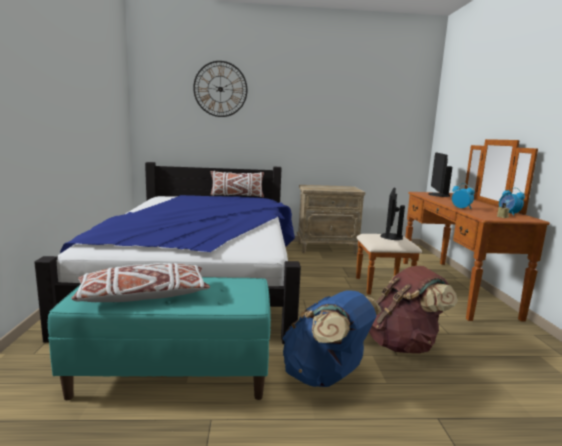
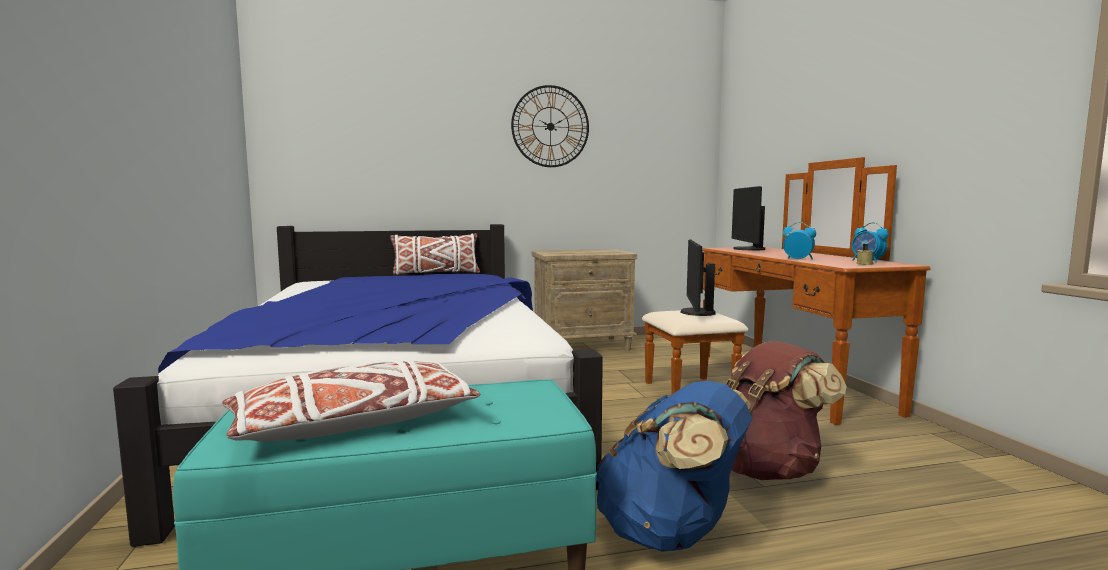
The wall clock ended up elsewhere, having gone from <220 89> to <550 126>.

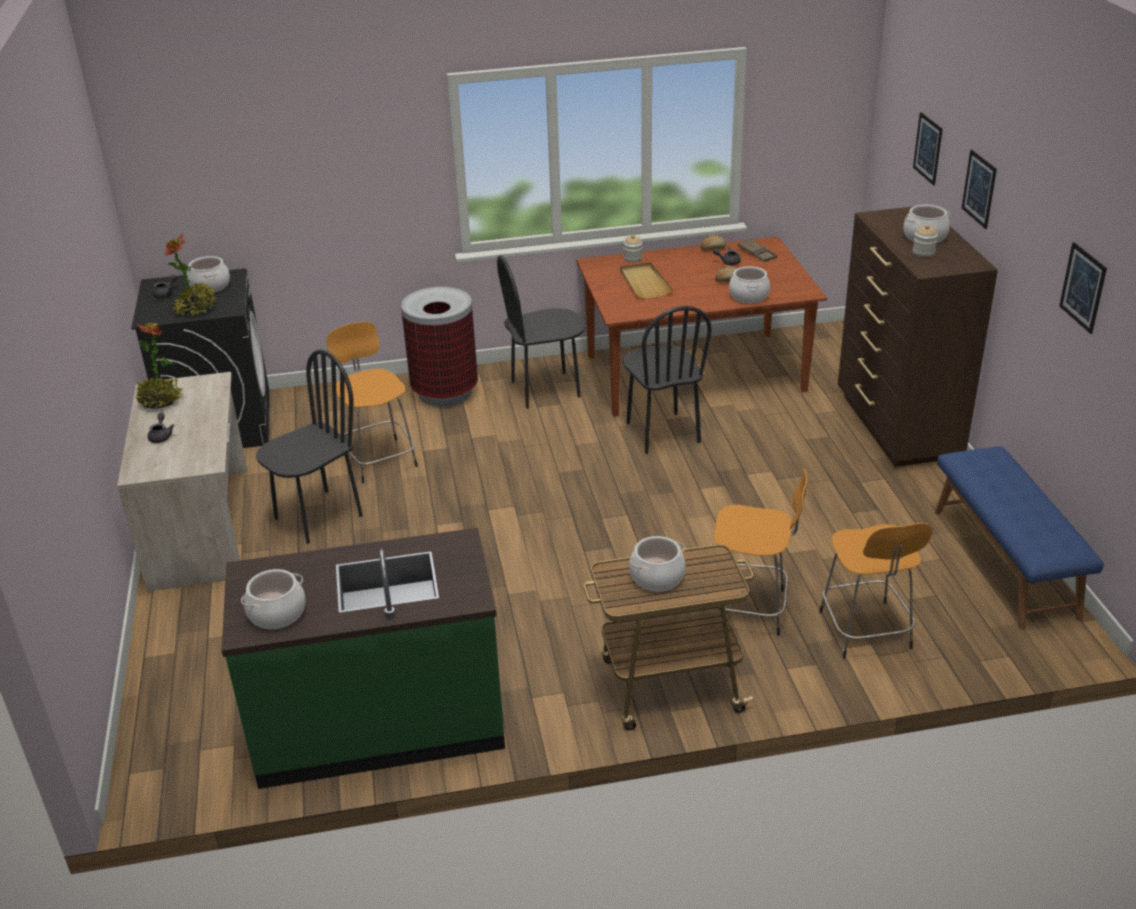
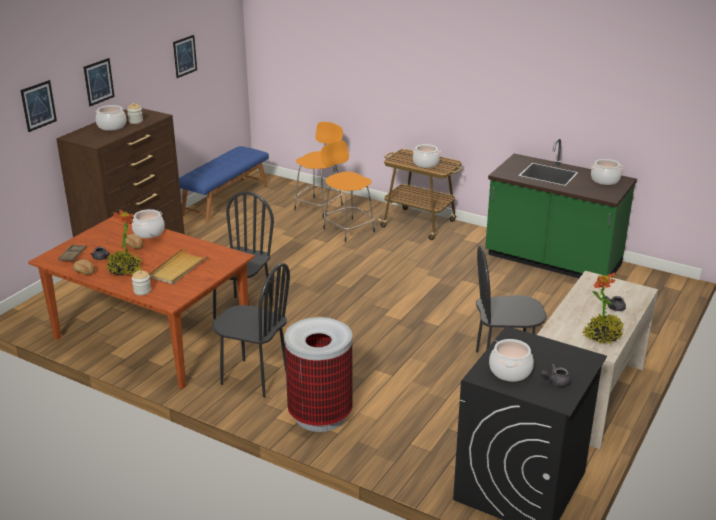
The potted plant ended up elsewhere, having gone from <196 308> to <124 270>.
The second view lost the orange stool at <378 459>.

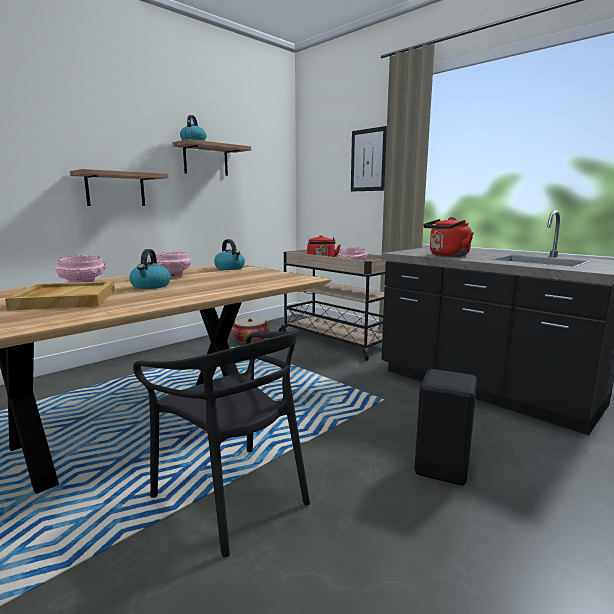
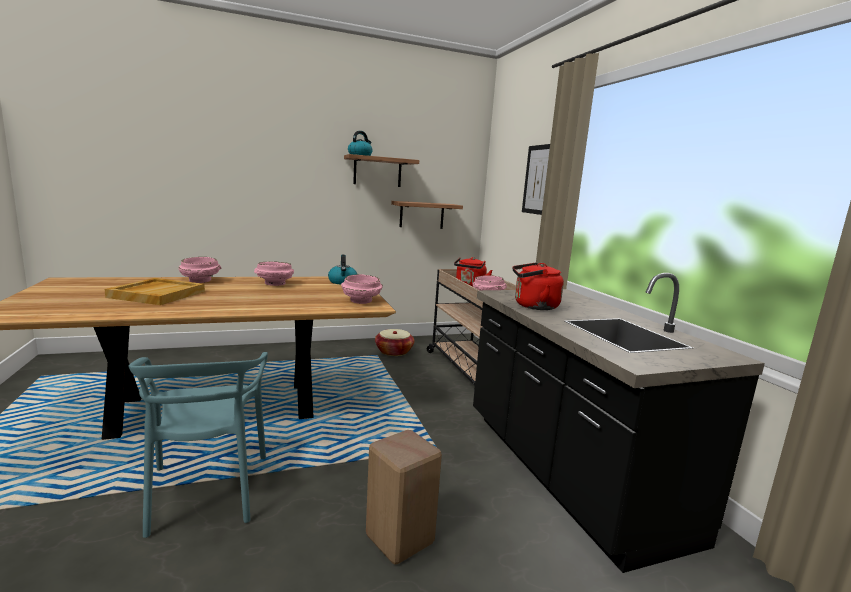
What was the black chair at <232 496> turned into the turquoise chair at <206 491>.
The second view gained the pink bowl at <361 301>.
What was the black stool at <443 469> turned into the beige stool at <399 541>.
The shelf ended up elsewhere, having gone from <115 189> to <421 215>.
The second view lost the kettle at <151 286>.

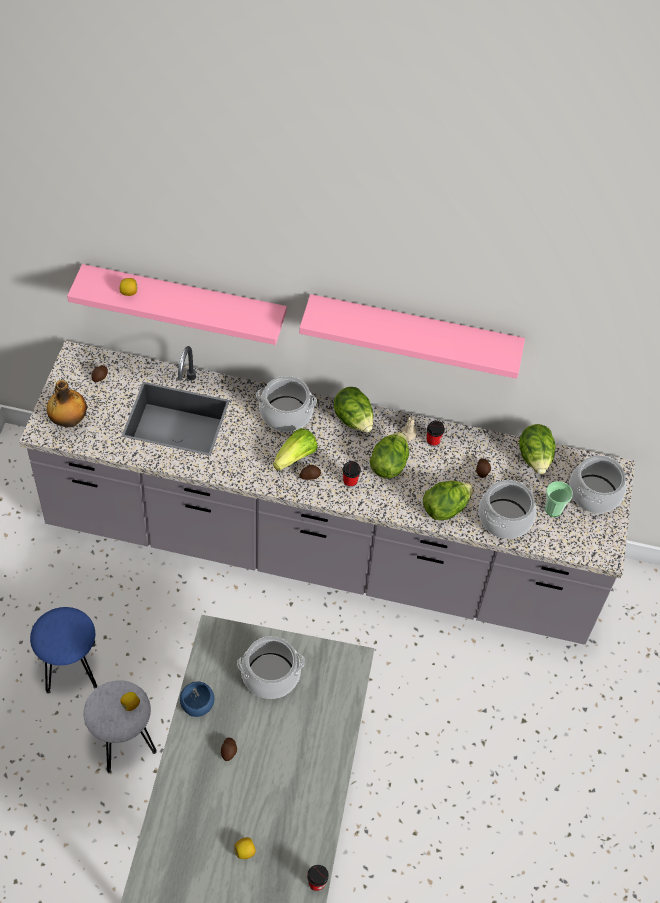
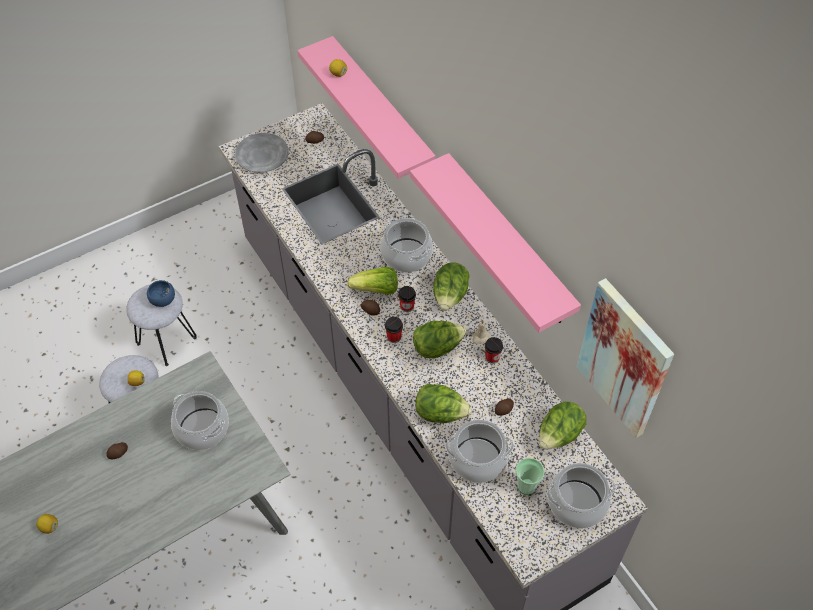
What was the blue stool at <71 668> turned into the grey stool at <166 341>.
The blue bowl ended up elsewhere, having gone from <196 705> to <162 299>.
Where the bottle stood at <69 421>, the grey plate came to stand at <262 155>.
The cup ended up elsewhere, having gone from <316 883> to <407 306>.
The second view gained the picture at <625 358>.

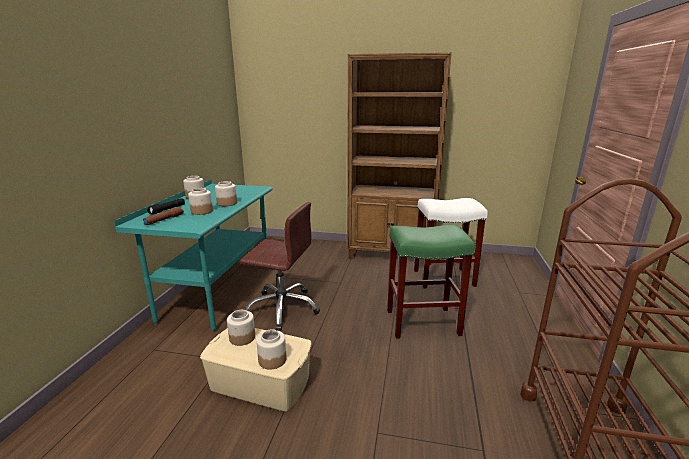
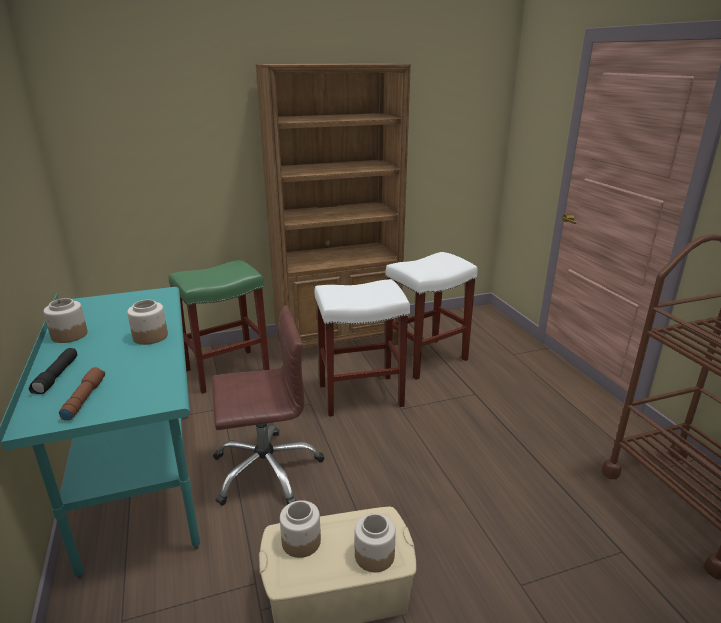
The green stool ended up elsewhere, having gone from <423 322> to <227 370>.
The second view gained the white stool at <359 396>.
The second view lost the jar at <201 211>.

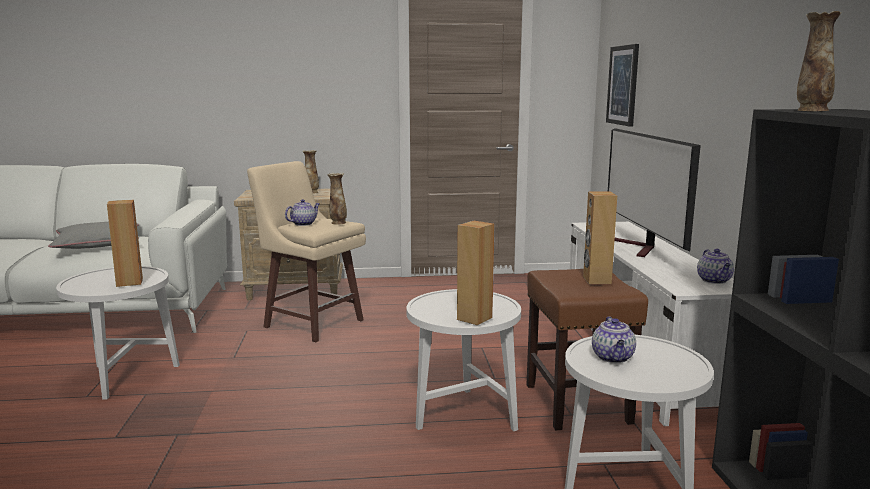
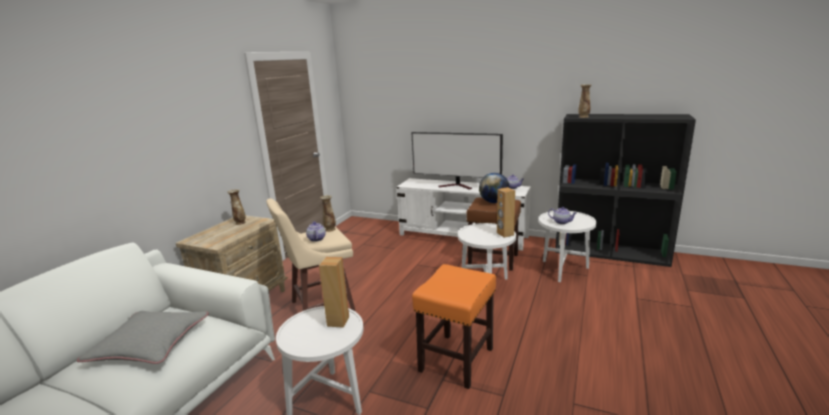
The second view gained the orange stool at <456 359>.
Where the brown speaker stood at <596 280>, the globe came to stand at <494 202>.
The second view lost the picture at <623 85>.

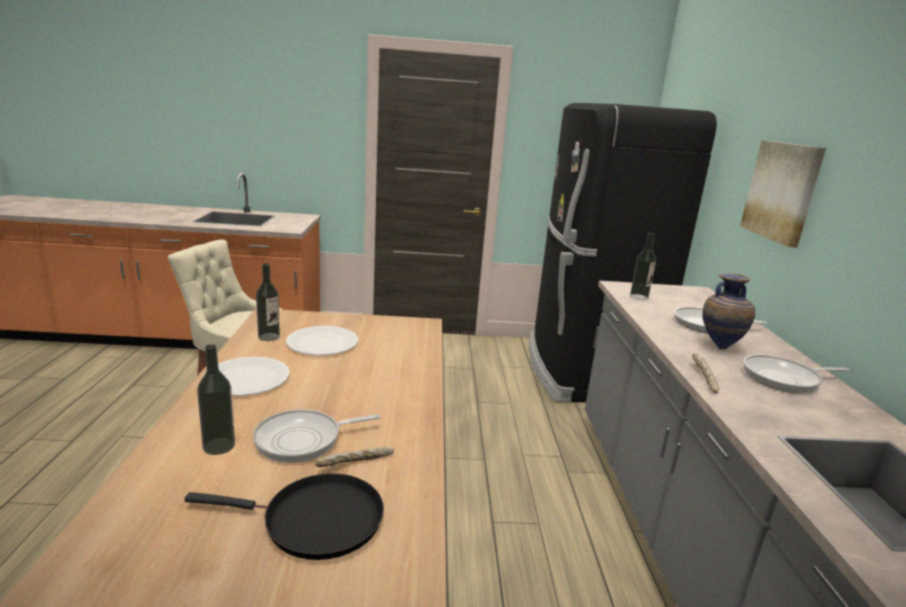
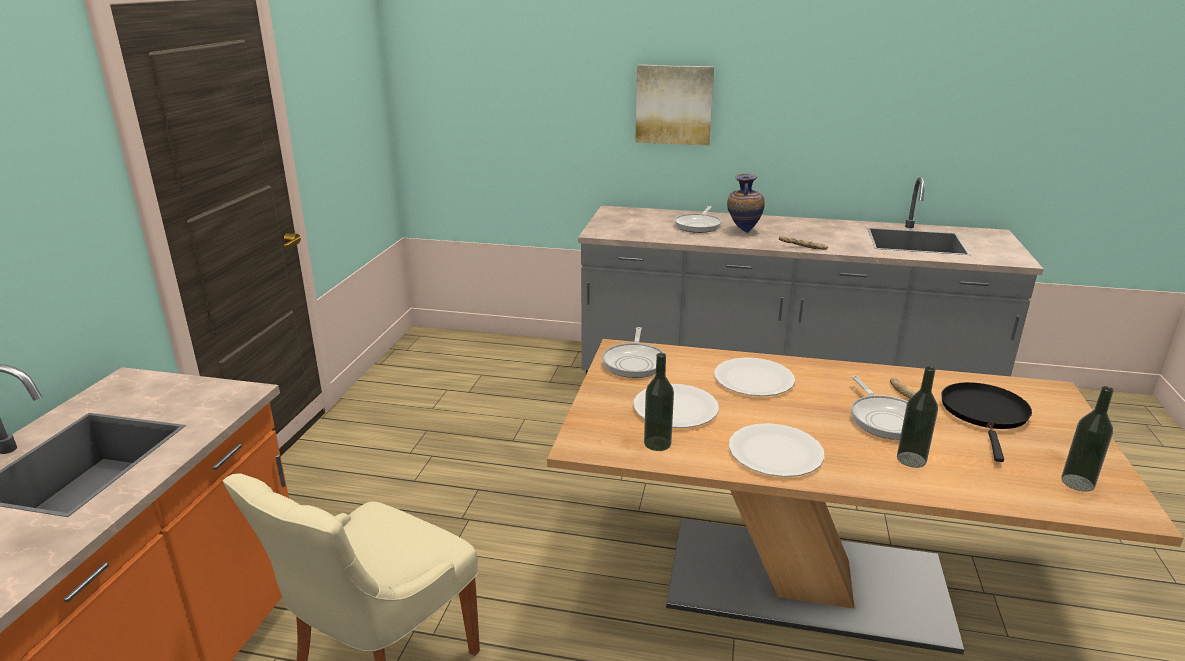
The frying pan ended up elsewhere, having gone from <784 378> to <634 362>.
The second view gained the white plate at <754 379>.
The bottle ended up elsewhere, having gone from <639 297> to <1077 482>.
The second view lost the black fridge at <583 370>.

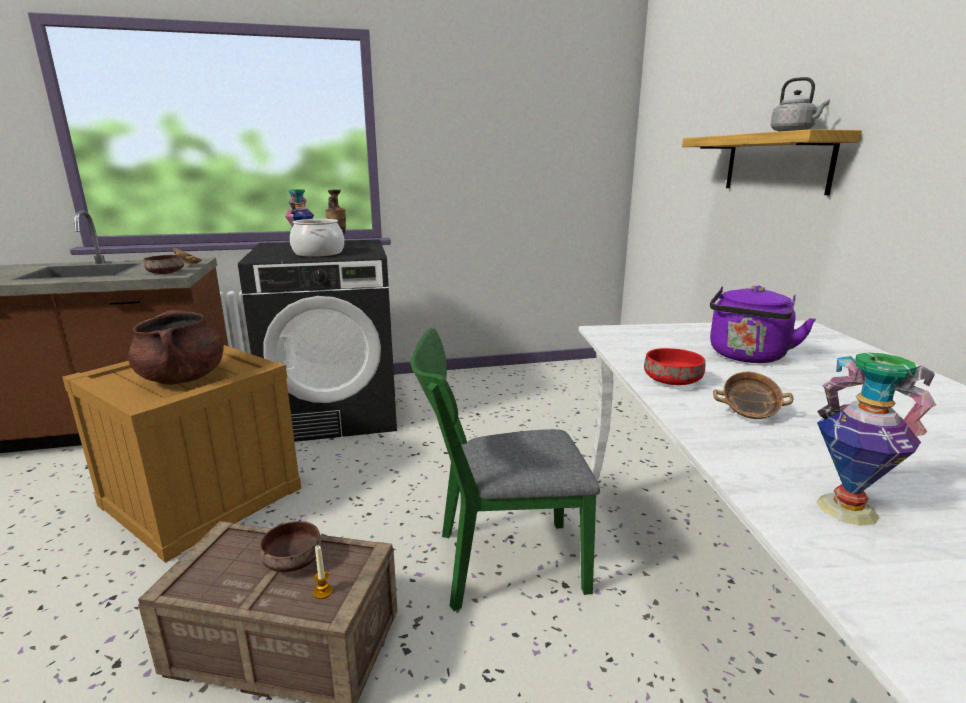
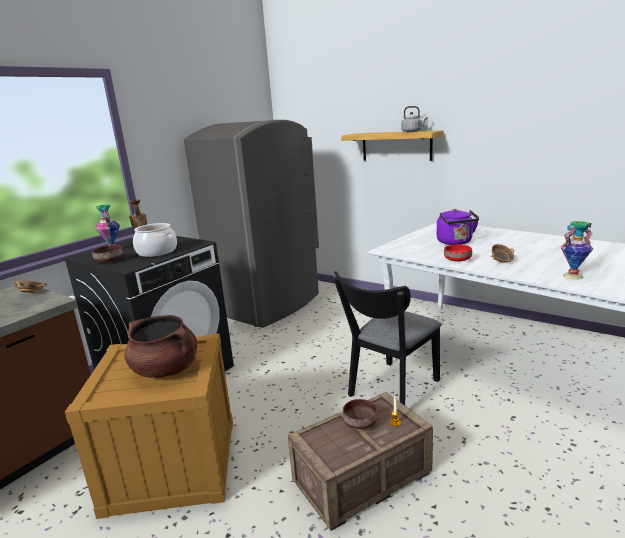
The brown bowl ended up elsewhere, having gone from <164 273> to <109 261>.
The second view gained the grey fridge at <268 305>.
What was the green chair at <498 563> turned into the black chair at <390 391>.

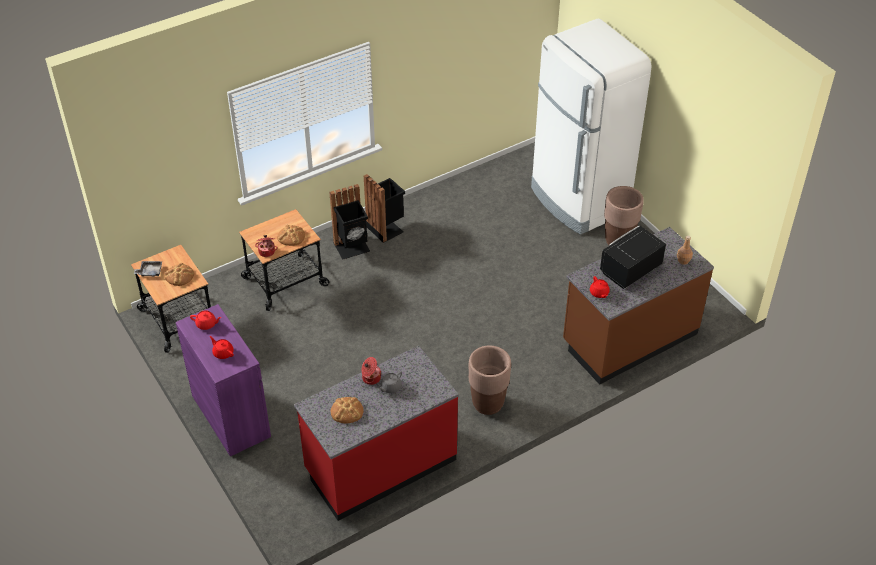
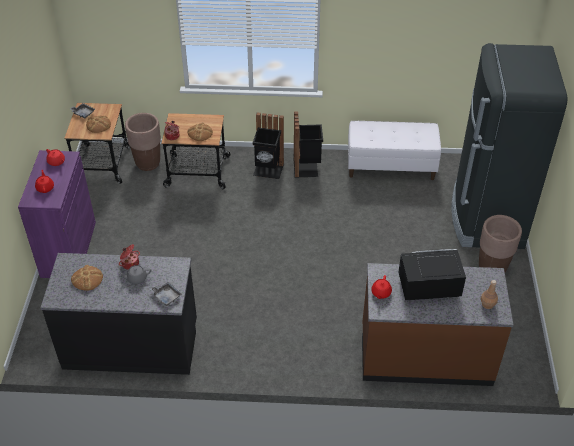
What was the red counter at <380 465> turned into the black counter at <131 345>.
The brown planter ended up elsewhere, having gone from <488 403> to <148 163>.
The second view gained the grey tray at <166 296>.
The second view gained the white bench at <391 166>.
What was the white fridge at <578 201> turned into the black fridge at <486 218>.

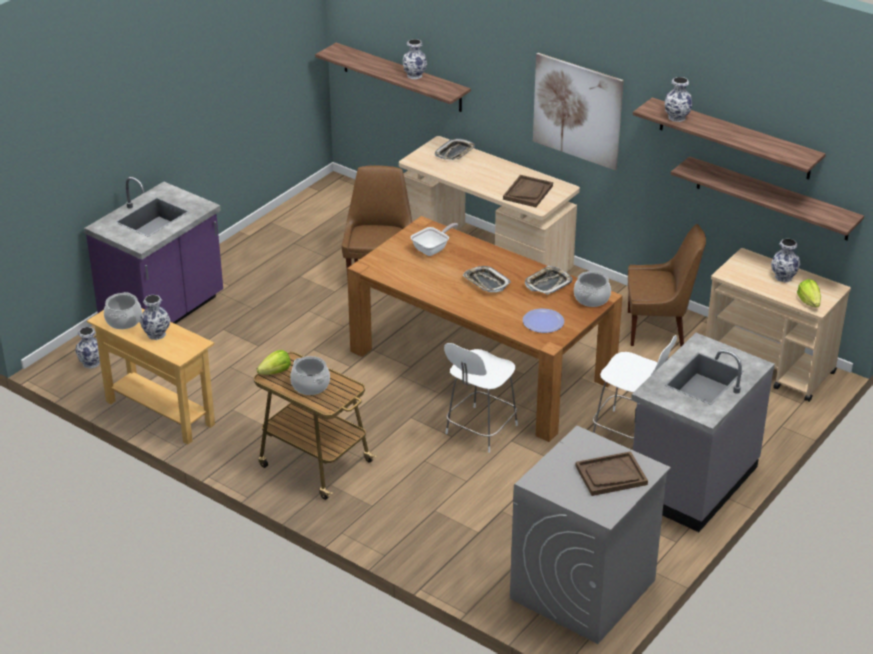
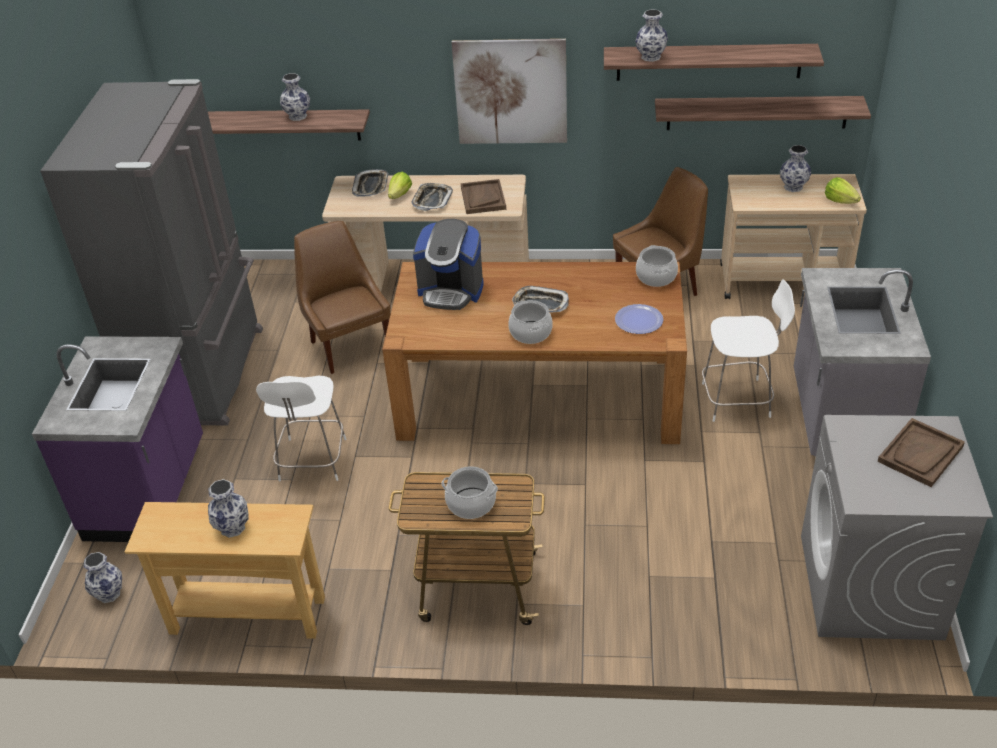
The second view gained the grey fridge at <204 374>.
The white stool ended up elsewhere, having gone from <480 430> to <312 462>.
The lettuce ended up elsewhere, having gone from <275 372> to <400 195>.
The tray ended up elsewhere, having gone from <548 283> to <432 200>.
Where the frying pan stood at <433 249>, the coffee machine came to stand at <451 291>.
The cooking pot ended up elsewhere, having gone from <124 320> to <531 332>.

